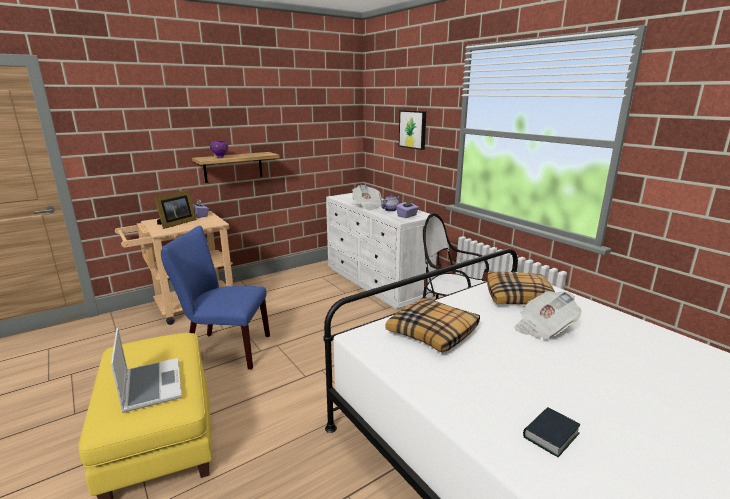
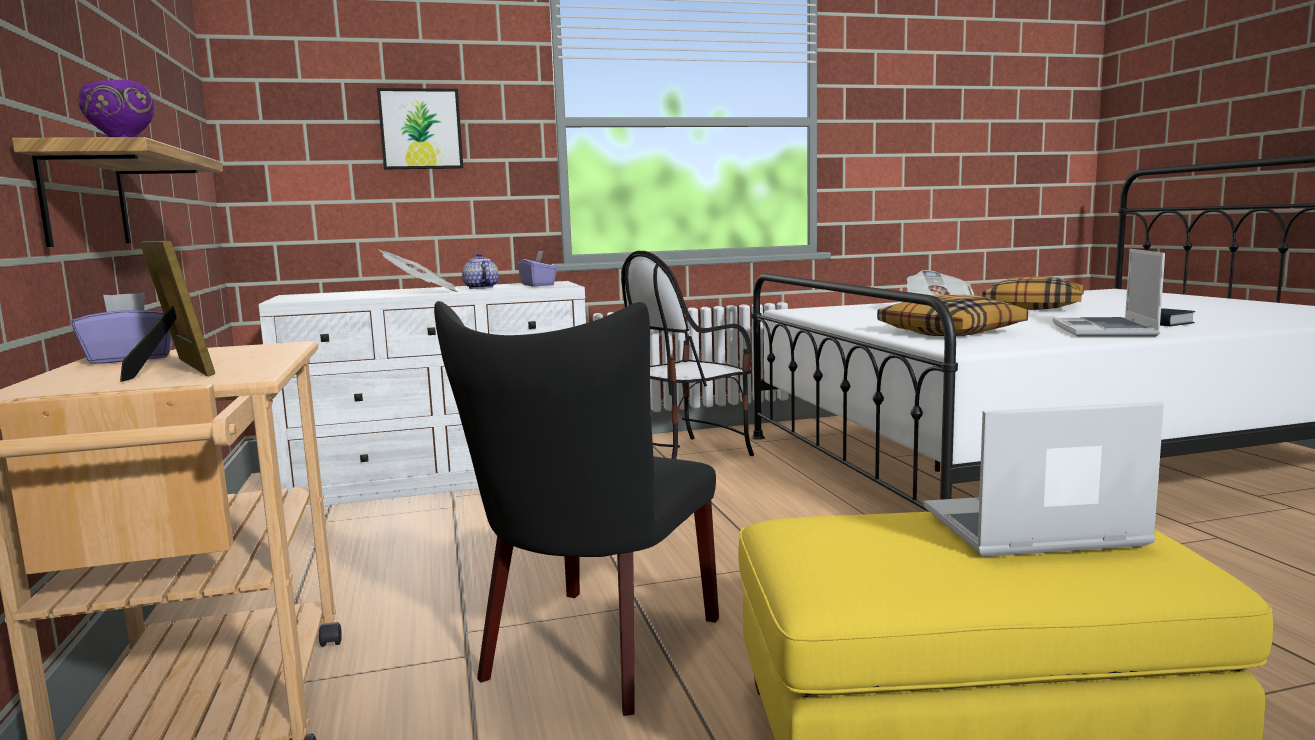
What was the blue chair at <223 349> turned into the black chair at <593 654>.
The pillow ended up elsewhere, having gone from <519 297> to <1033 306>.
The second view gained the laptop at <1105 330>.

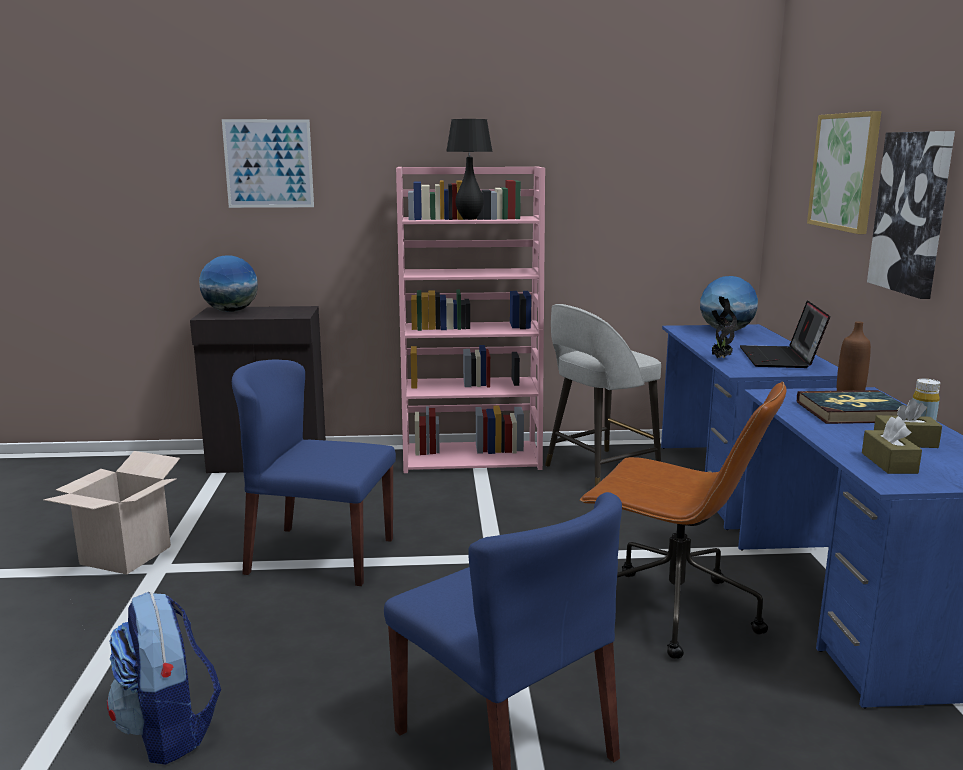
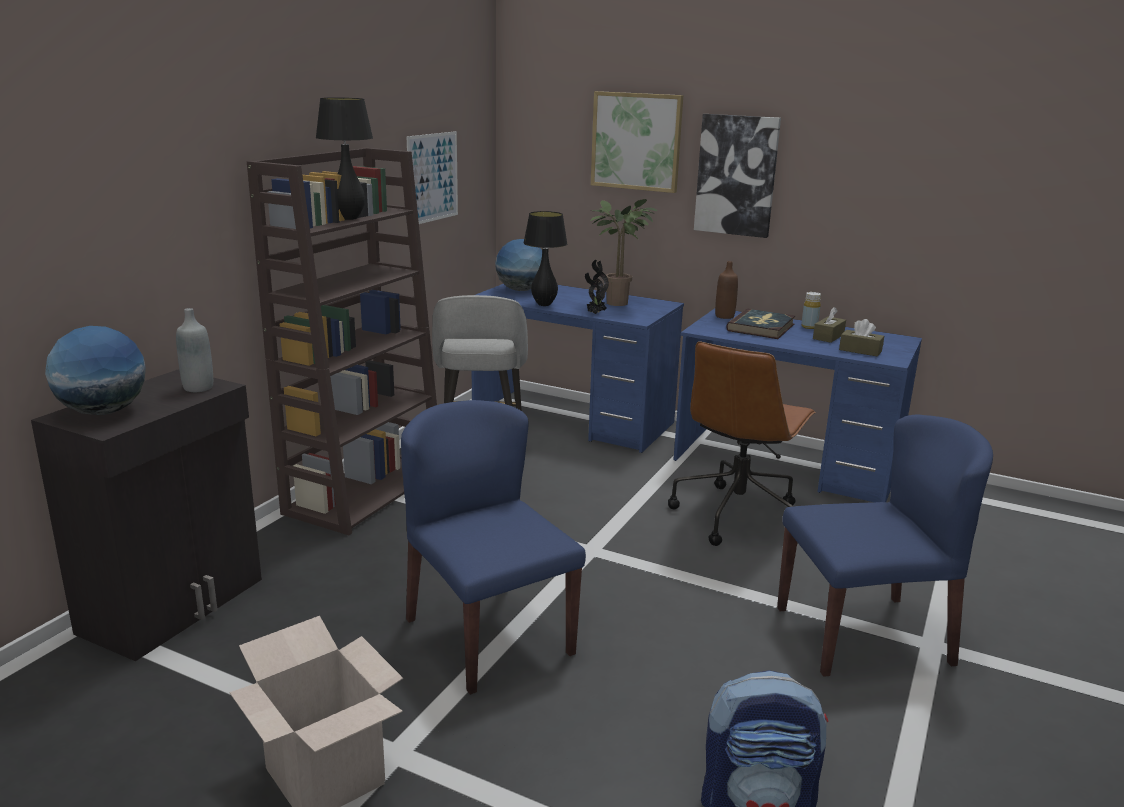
The second view gained the grey bottle at <198 388>.
What was the pink bookcase at <472 457> turned into the brown bookcase at <366 491>.
The blue chair at <319 556> ended up facing another way, 105 degrees clockwise from before.
The picture ended up elsewhere, having gone from <268 164> to <433 177>.
The second view gained the black table lamp at <544 304>.
Where the laptop stood at <781 359>, the potted plant came to stand at <621 303>.
The brown office chair at <671 611> ended up facing another way, 150 degrees clockwise from before.

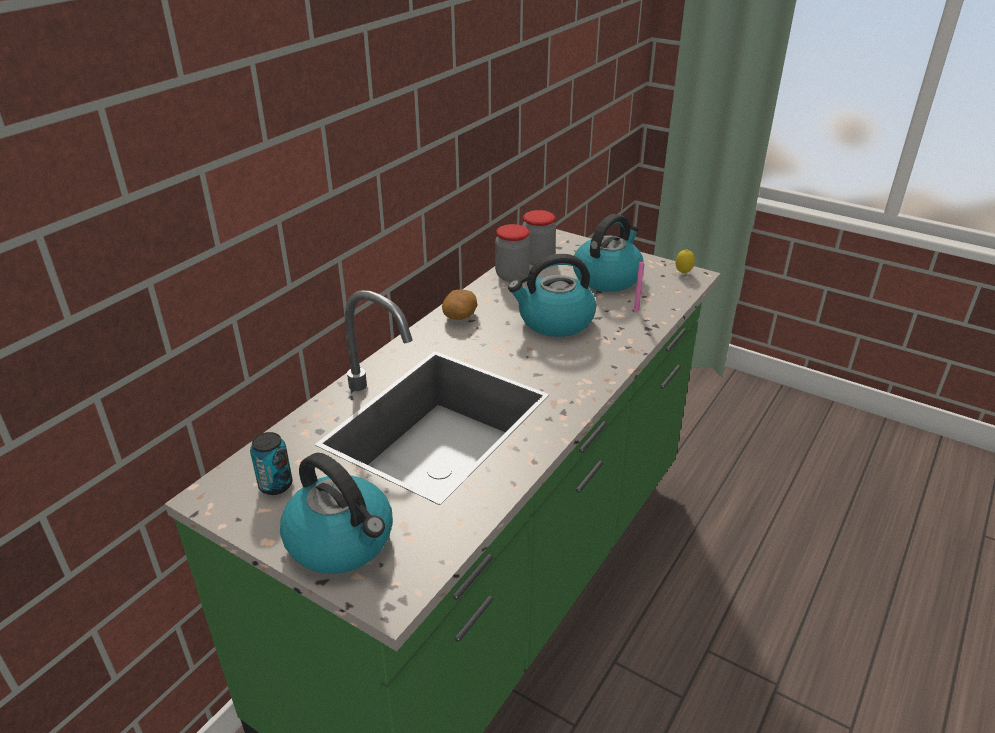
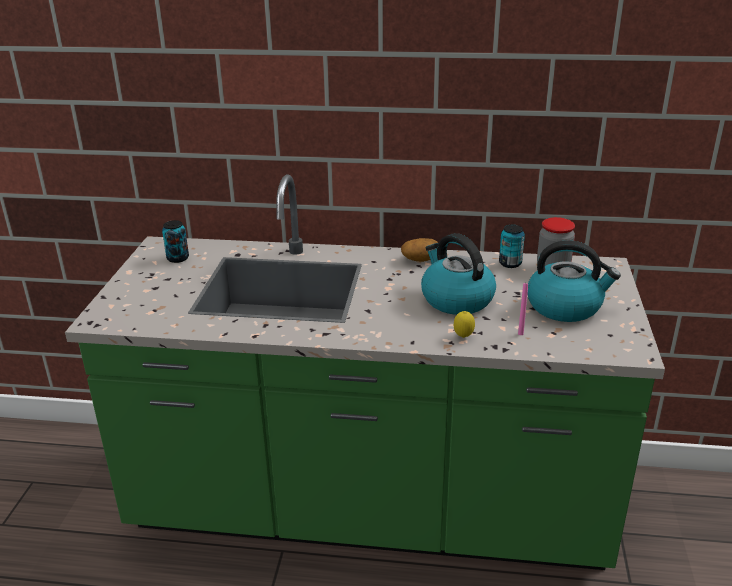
The lemon ended up elsewhere, having gone from <683 273> to <463 337>.
Where the jar stood at <512 275>, the can came to stand at <510 263>.
The second view lost the kettle at <342 541>.

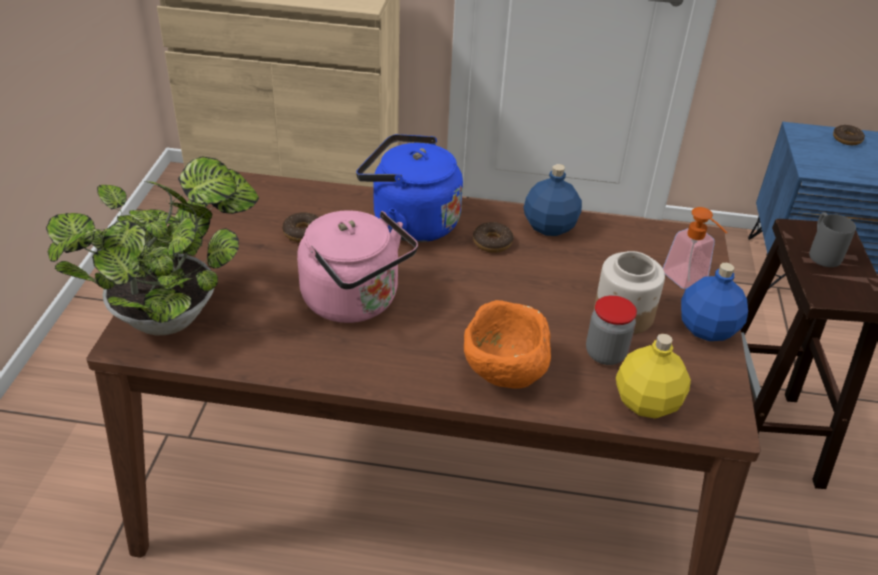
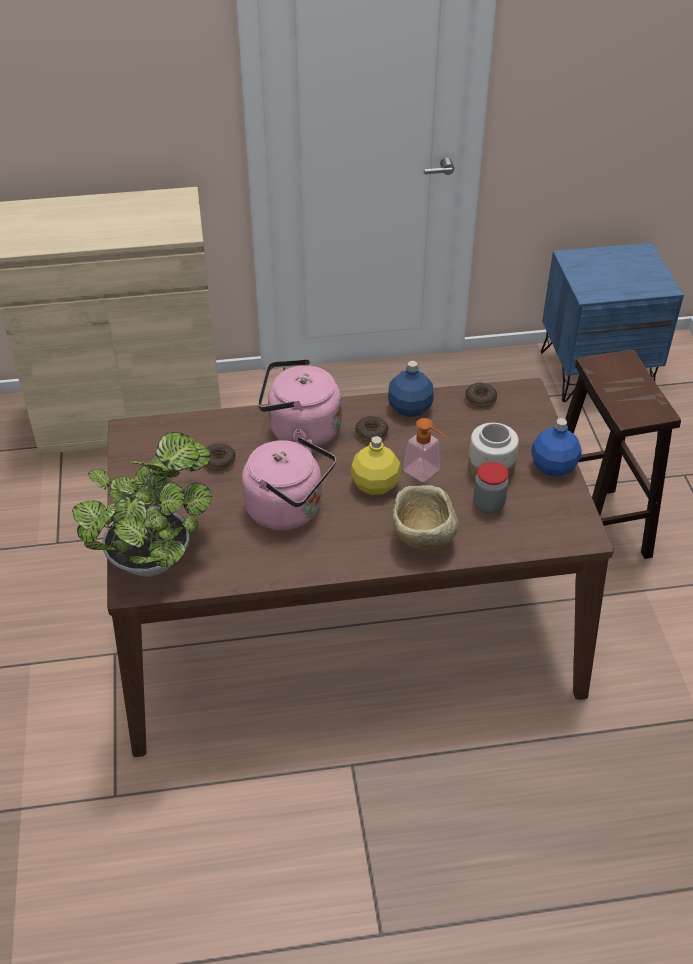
What was the blue kettle at <410 222> turned into the pink kettle at <299 431>.
The yellow bottle ended up elsewhere, having gone from <647 403> to <375 485>.
What was the orange bowl at <504 373> turned into the beige bowl at <422 539>.
The soap dispenser ended up elsewhere, having gone from <689 281> to <426 473>.
The donut ended up elsewhere, having gone from <847 139> to <480 399>.
The second view lost the grey mug at <821 253>.

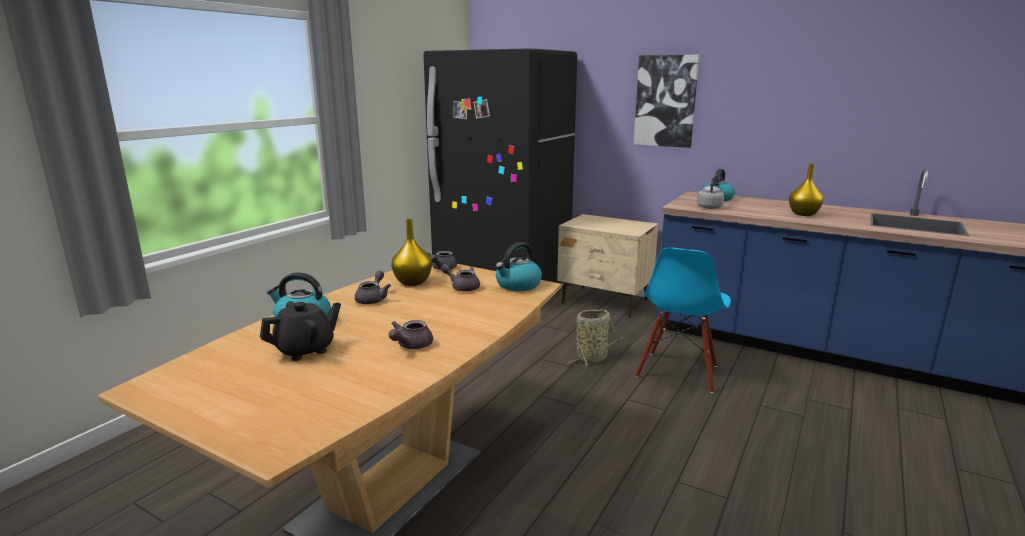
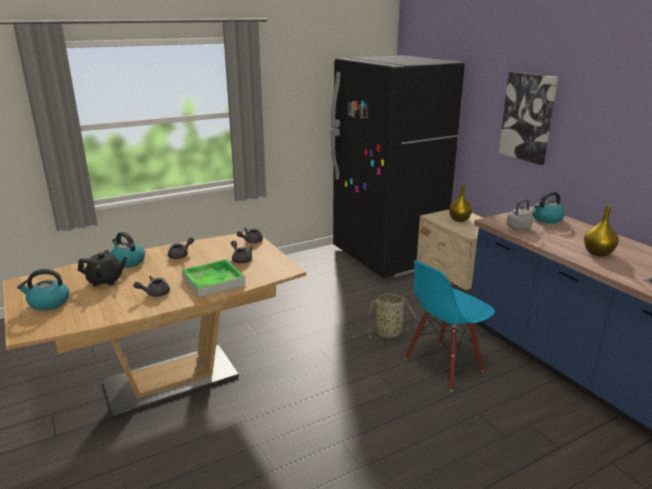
The kettle ended up elsewhere, having gone from <518 285> to <48 303>.
The second view gained the tray at <213 281>.
The yellow vase ended up elsewhere, having gone from <412 282> to <459 219>.

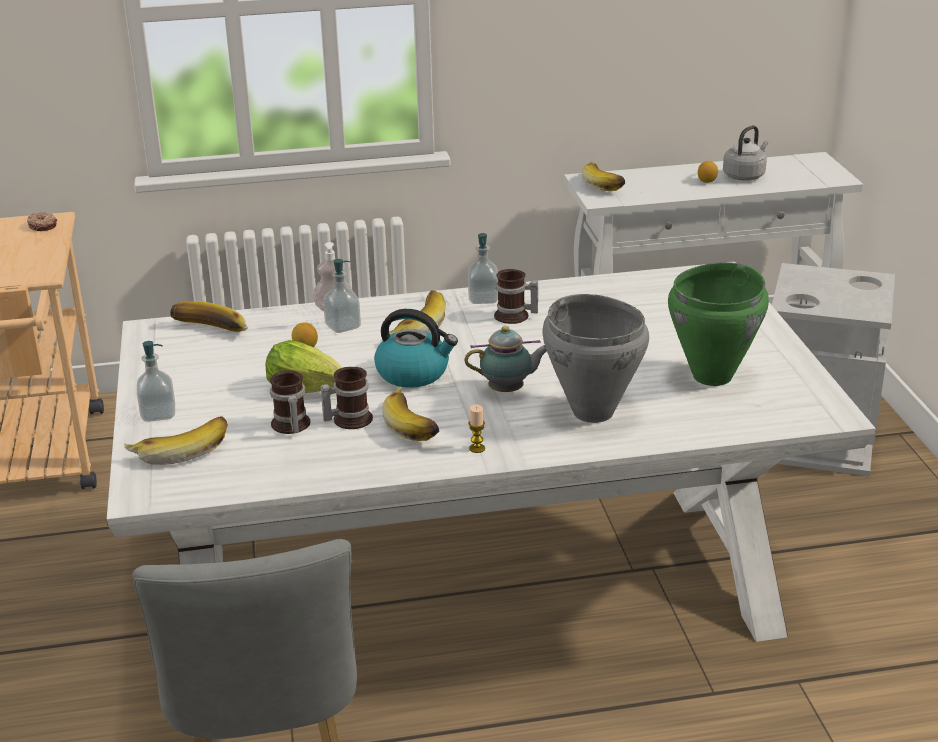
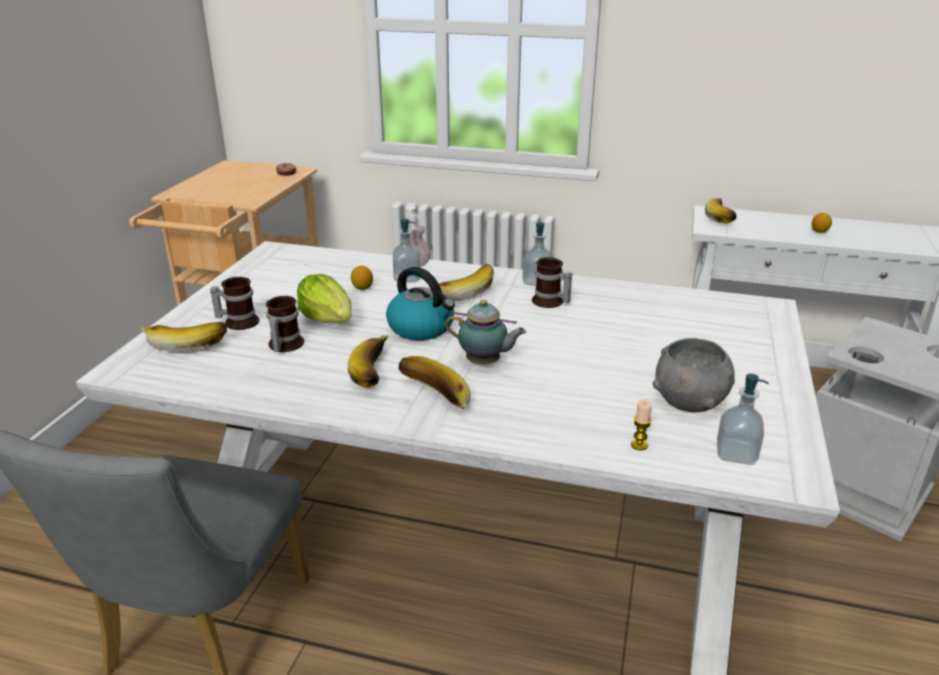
The mug ended up elsewhere, having gone from <348 419> to <239 321>.
The banana ended up elsewhere, having gone from <210 332> to <432 397>.
The candle ended up elsewhere, having gone from <477 448> to <639 445>.
Where the green cooking pot stood at <713 376>, the grey bowl came to stand at <691 401>.
The soap dispenser ended up elsewhere, having gone from <158 414> to <736 454>.
The second view lost the grey cooking pot at <593 412>.
The second view lost the grey kettle at <745 176>.

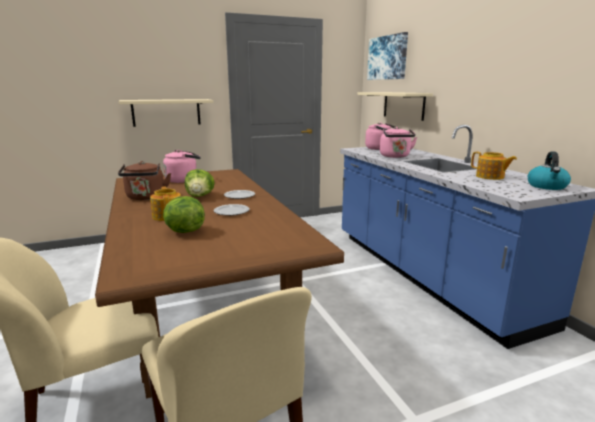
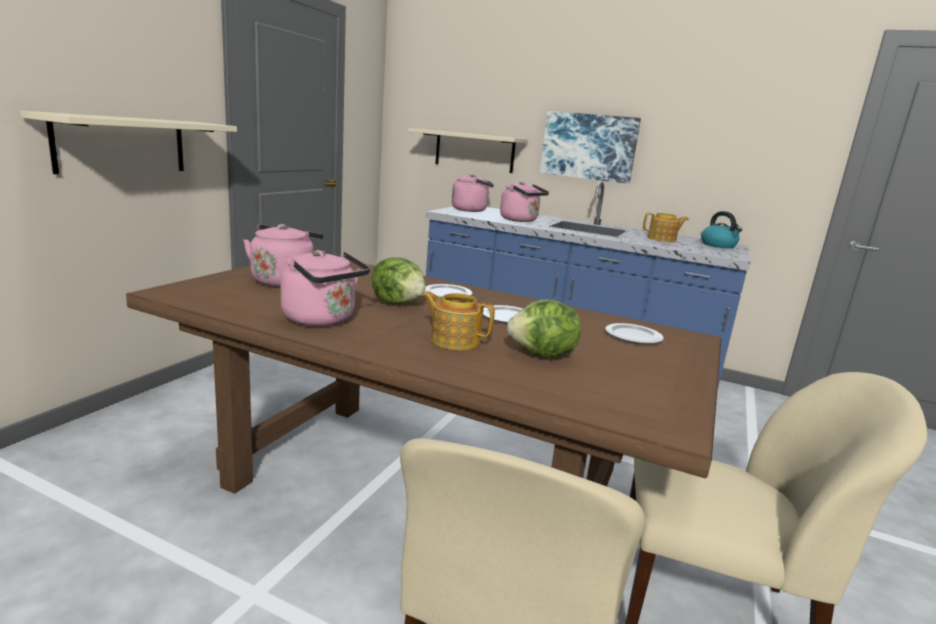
What was the brown kettle at <145 197> turned into the pink kettle at <322 320>.
The picture ended up elsewhere, having gone from <387 58> to <588 146>.
The second view gained the plate at <632 336>.

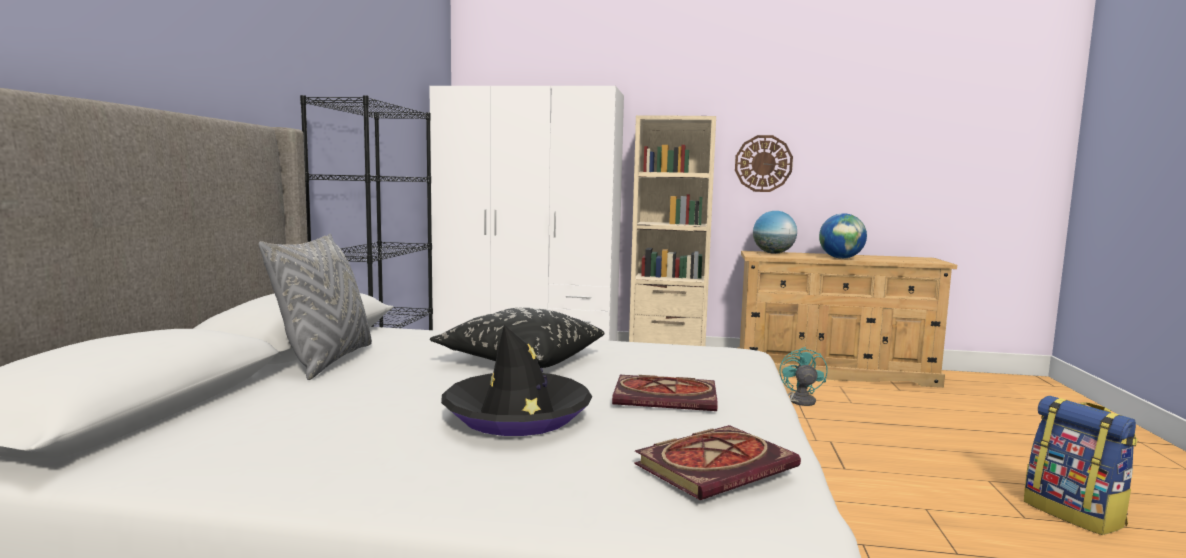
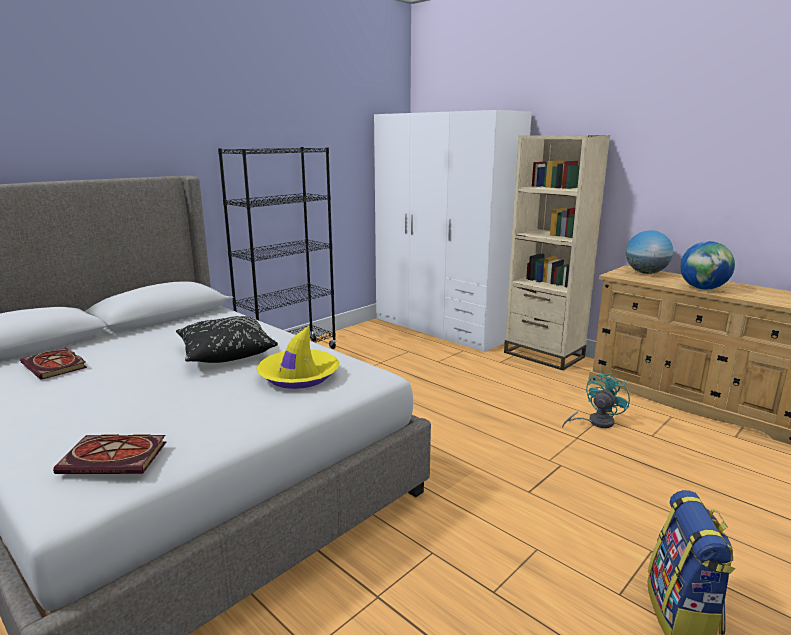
The book ended up elsewhere, having gone from <668 397> to <56 366>.
The second view gained the yellow hat at <298 376>.
The second view lost the grey pillow at <326 361>.
The second view lost the black hat at <517 416>.
The second view lost the wall clock at <763 163>.

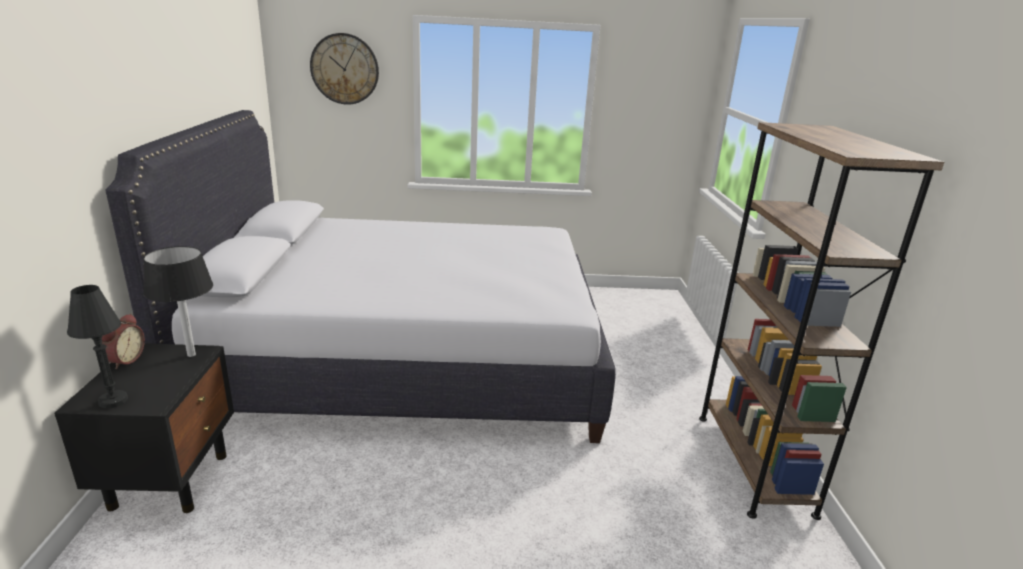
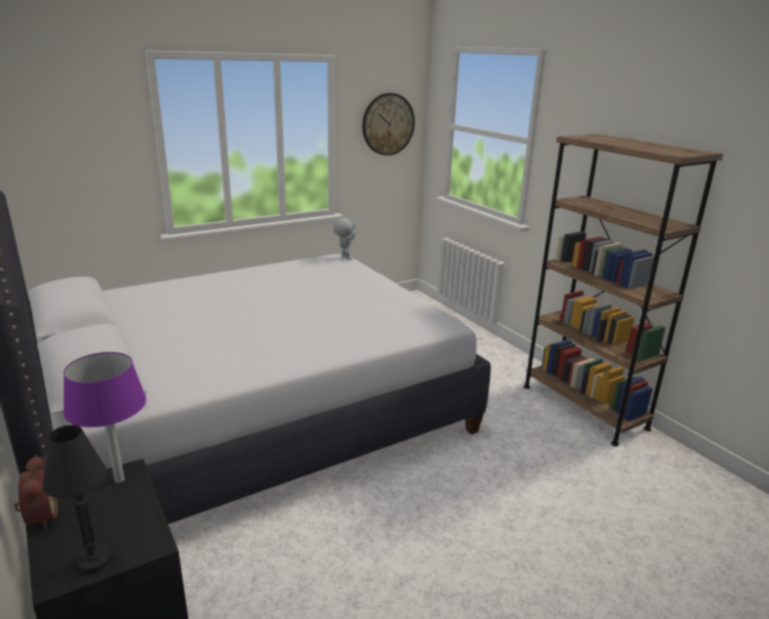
What was the black table lamp at <191 355> turned into the purple table lamp at <119 480>.
The second view gained the toy robot at <344 257>.
The wall clock ended up elsewhere, having gone from <345 69> to <388 124>.

